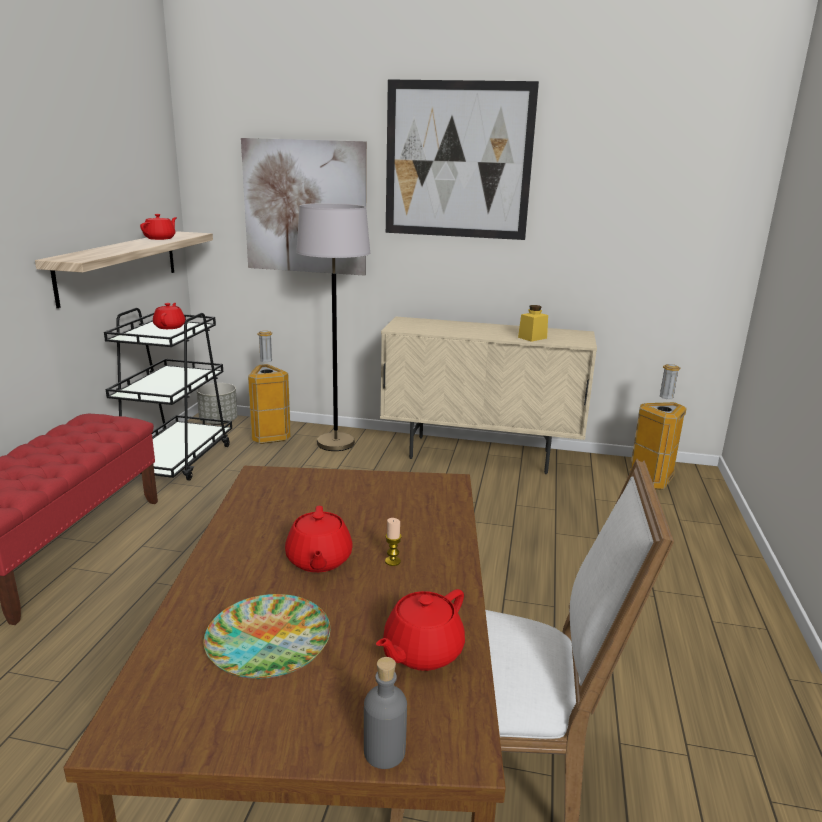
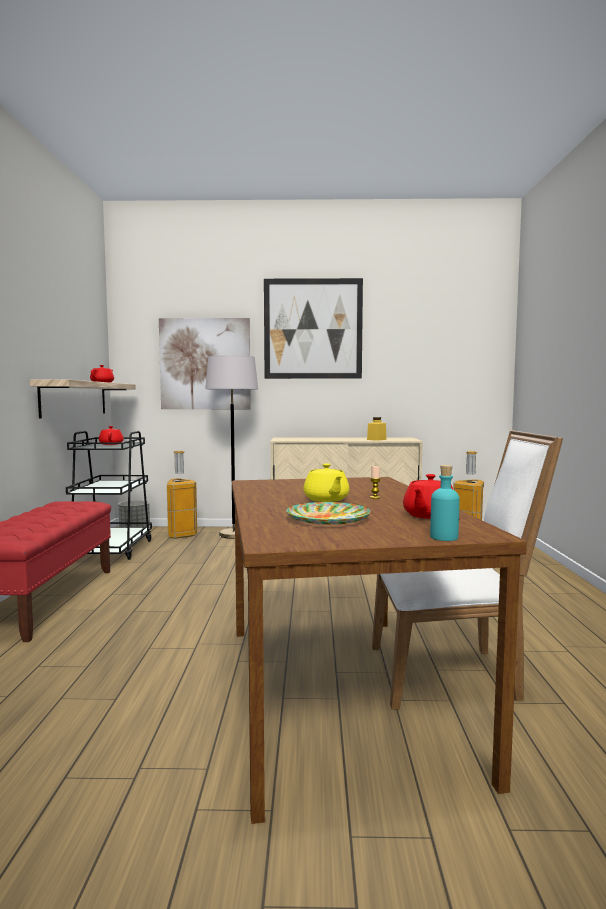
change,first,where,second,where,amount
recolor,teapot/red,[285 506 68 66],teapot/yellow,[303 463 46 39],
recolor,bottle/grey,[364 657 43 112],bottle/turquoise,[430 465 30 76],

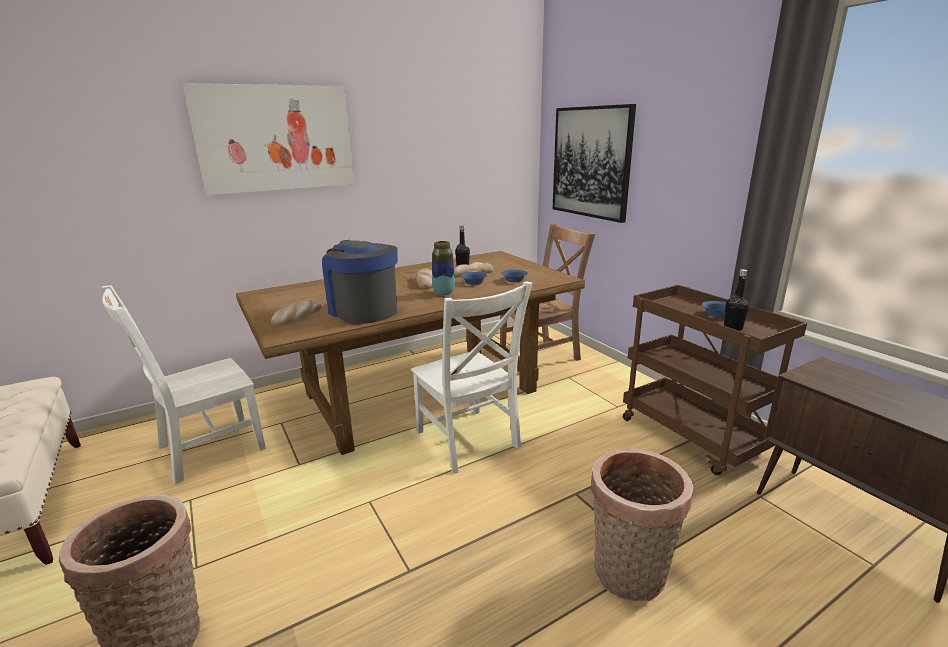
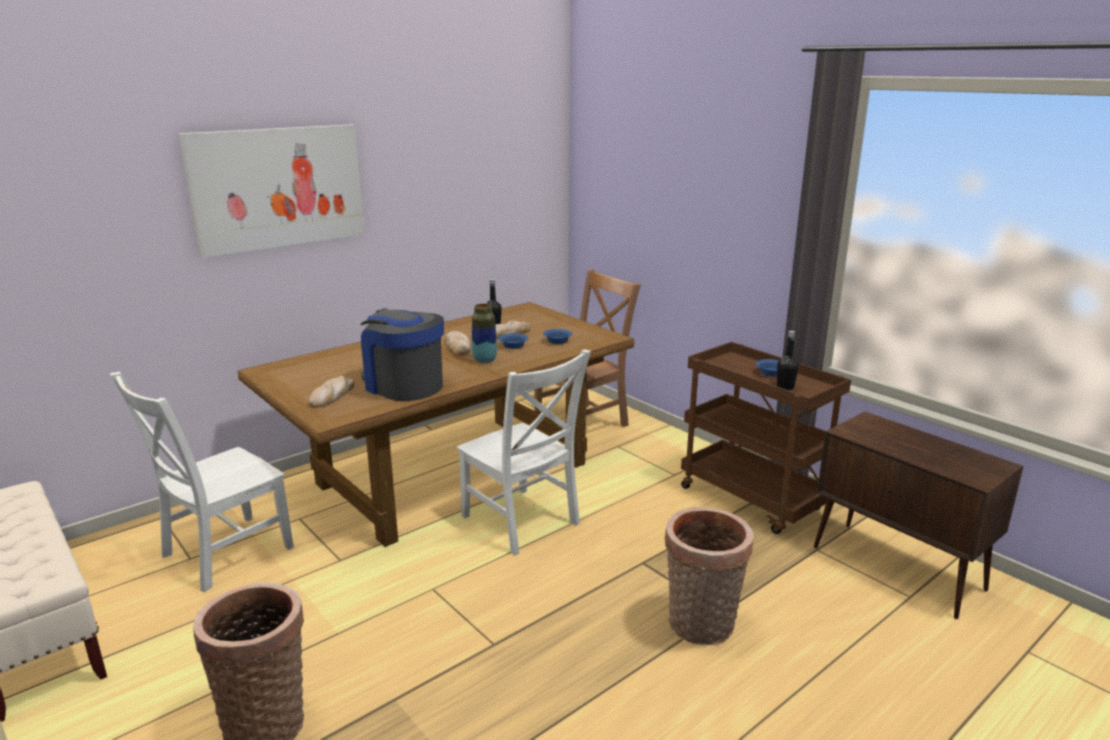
change,first,where,second,where,amount
delete,picture,[553 104 83 119],,,

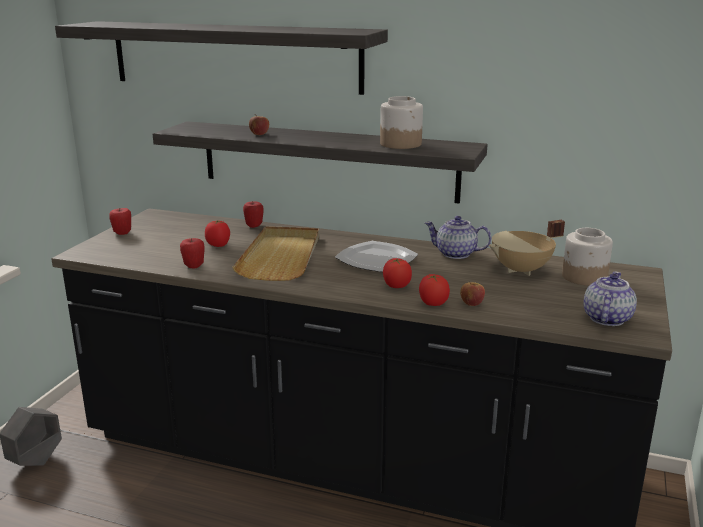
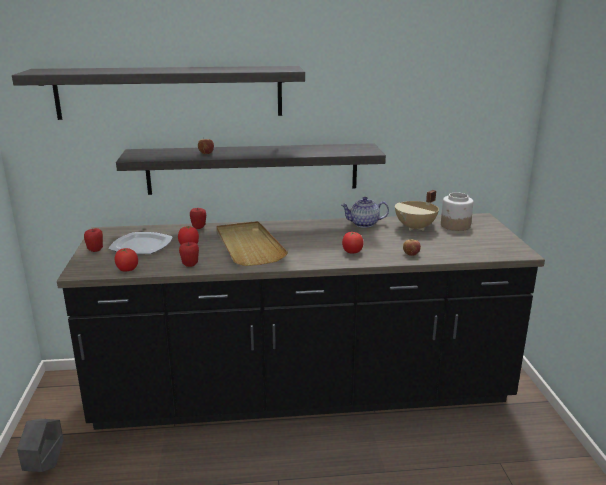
change,first,where,second,where,amount
delete,jar,[380 96 43 53],,,
move,plate,[335 241 83 31],,[108 232 65 22],
delete,teapot,[584 272 53 54],,,
move,tomato,[419 274 31 32],,[115 248 23 24],

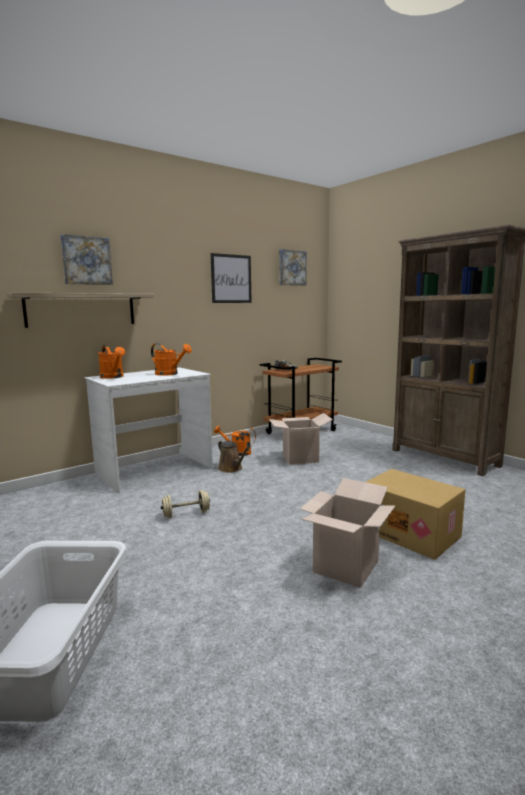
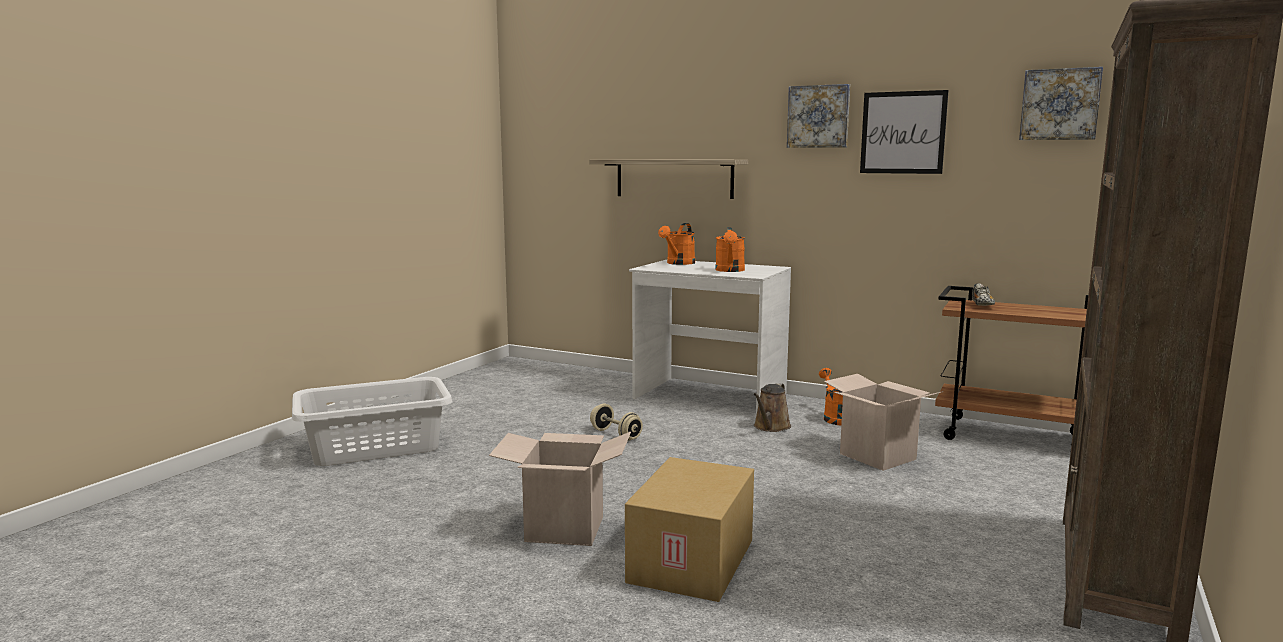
change,first,where,second,where,amount
move,picture,[60 234 53 51],,[787 84 63 64],

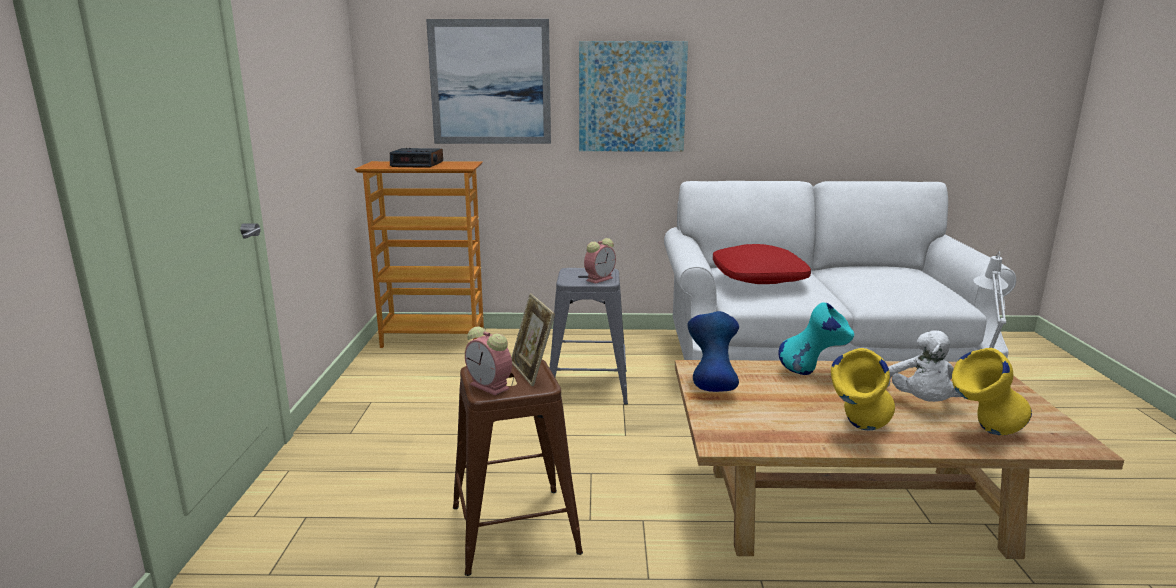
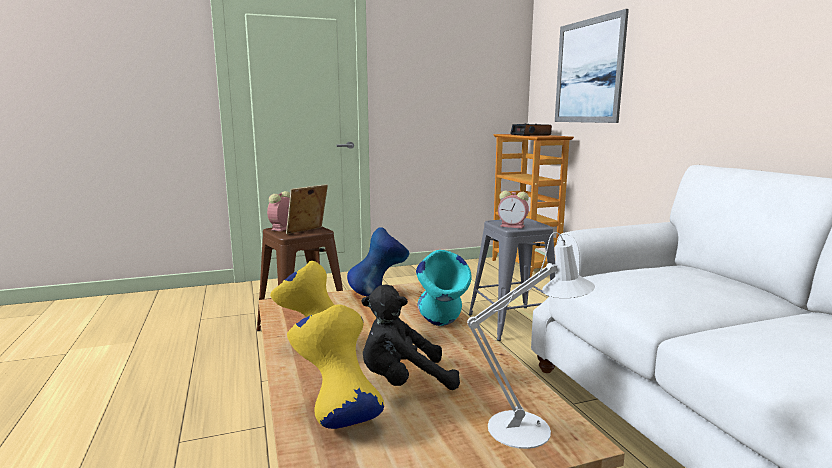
change,first,where,second,where,amount
delete,picture,[579 41 109 110],,,
delete,pillow/red,[713 244 98 40],,,
recolor,plush toy/white,[887 330 75 72],plush toy/black,[361 285 99 105],

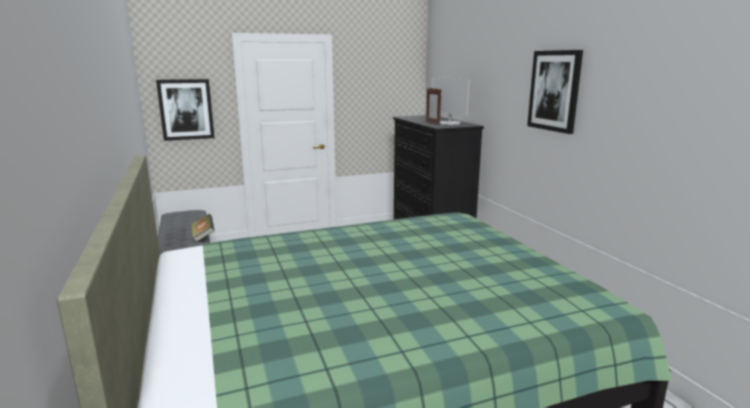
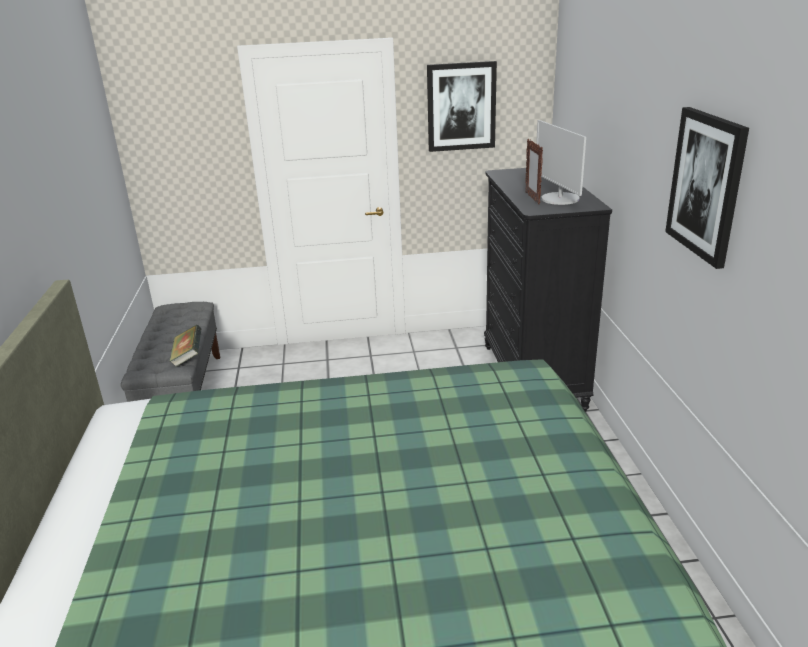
change,first,where,second,where,amount
move,picture,[156 79 58 62],,[427 61 70 91],

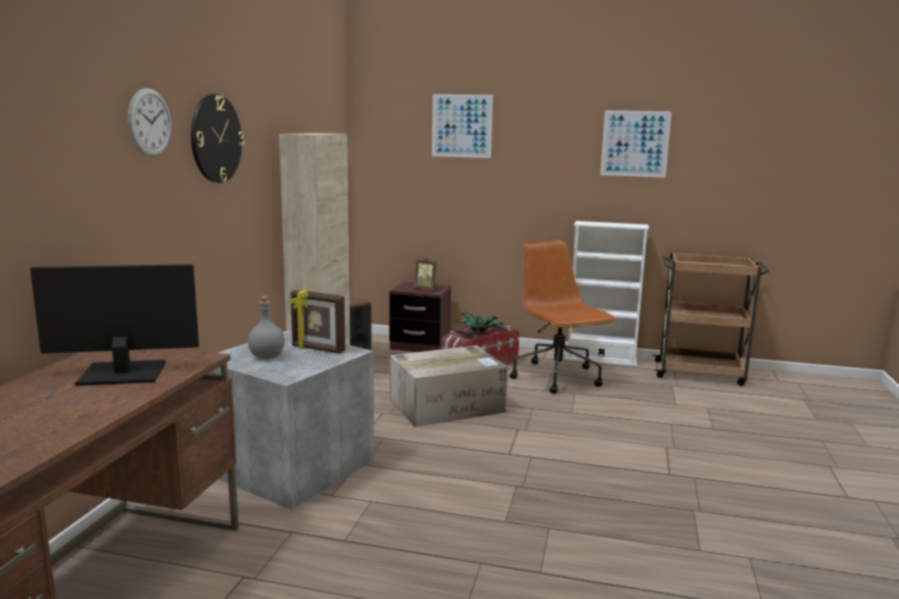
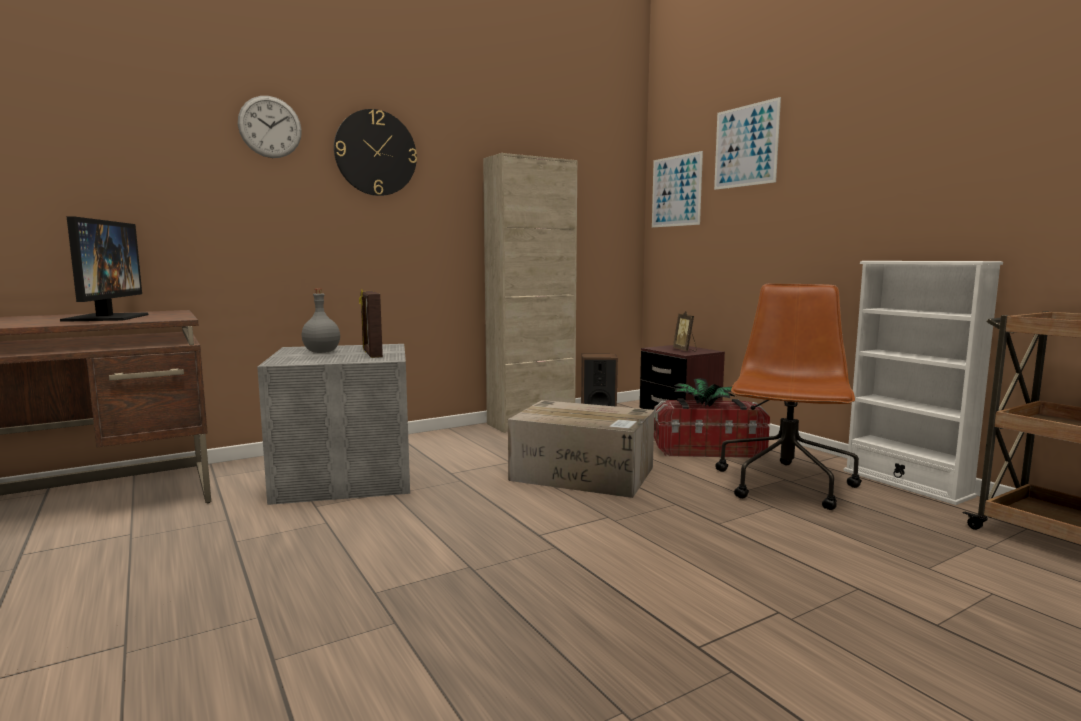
change,first,where,second,where,amount
move,picture,[600 110 72 67],,[652 151 51 77],
rotate,monitor,[30 264 169 122],,[60 216 88 106],45 degrees clockwise

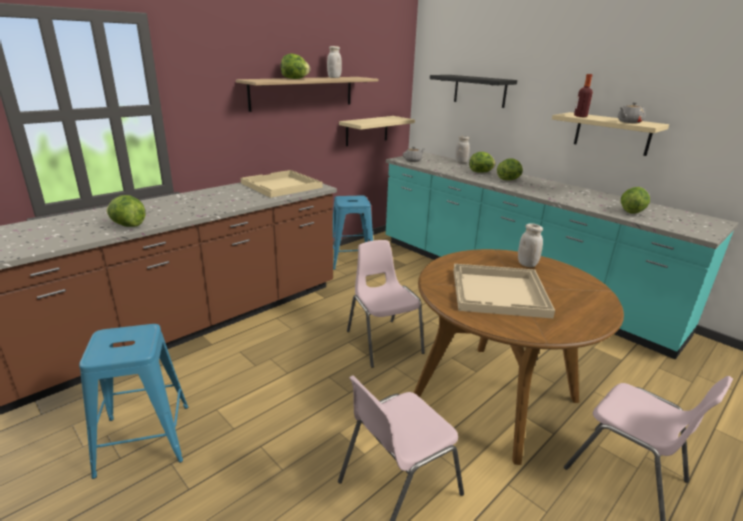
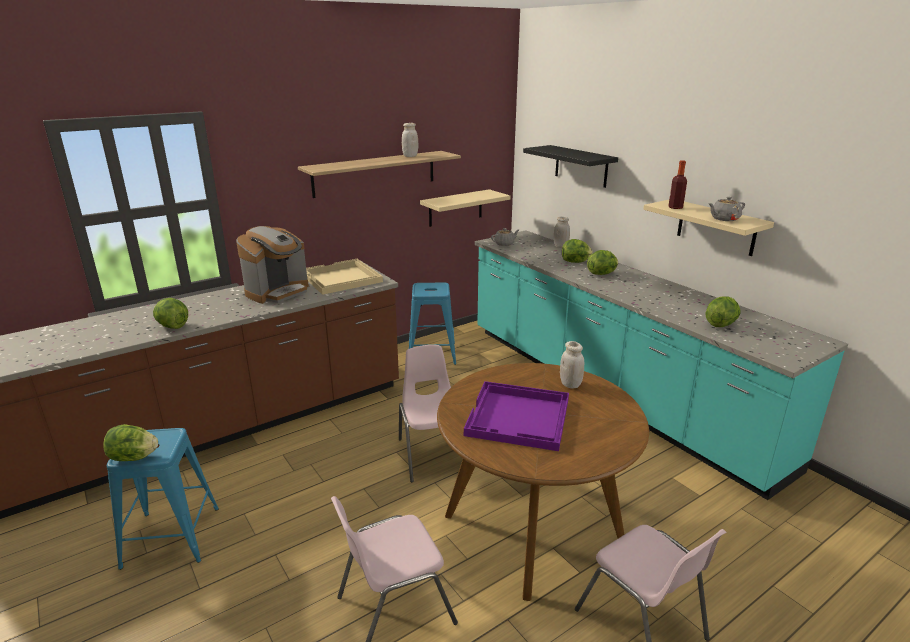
change,first,where,second,where,amount
move,lettuce,[281 54 29 25],,[104 424 54 37],
recolor,tray/beige,[454 264 101 54],tray/purple,[464 381 105 70],
insert,,,coffee machine,[236 226 73 78],

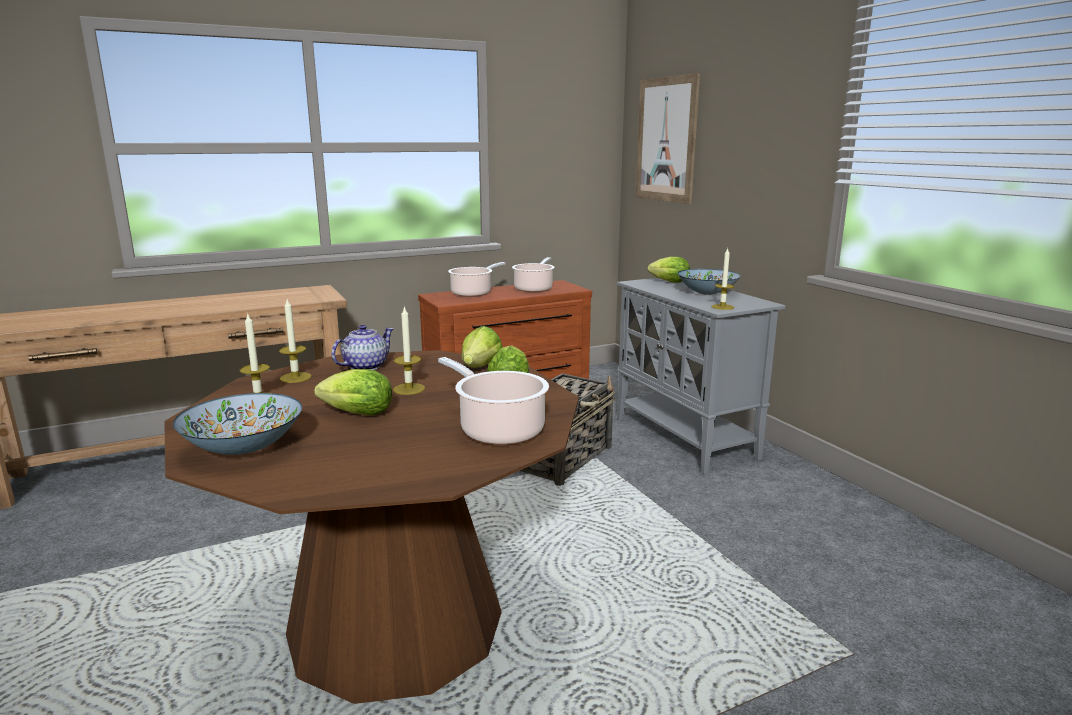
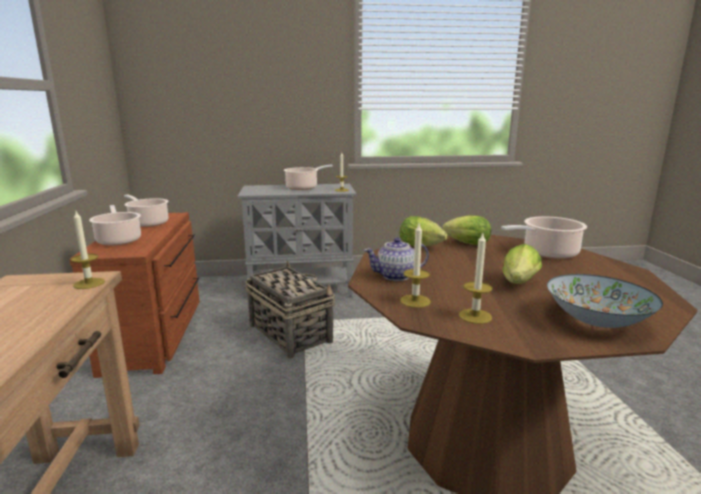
change,first,where,second,where,amount
delete,picture,[636 73 64 131],,,
delete,lettuce,[648 256 42 27],,,
replace,bowl,[678 269 63 26],cooking pot,[284 165 49 25],
move,candle,[393 306 32 89],,[71 211 34 78],
rotate,teapot,[331 325 63 45],,[364 238 65 43],75 degrees counterclockwise

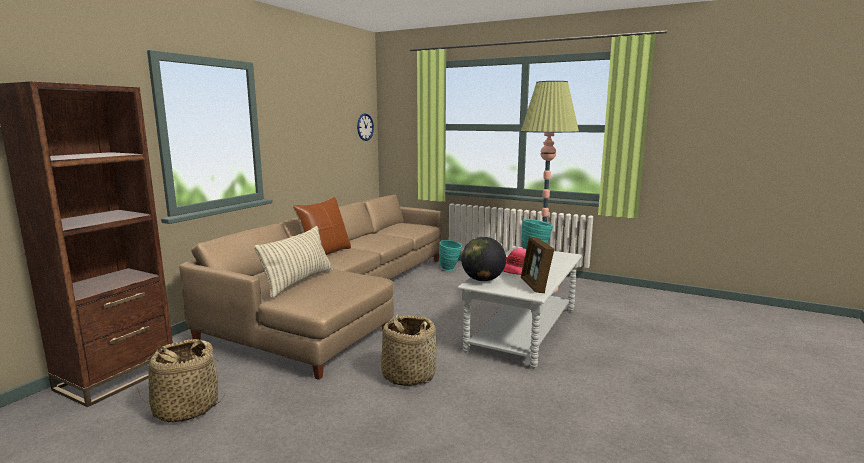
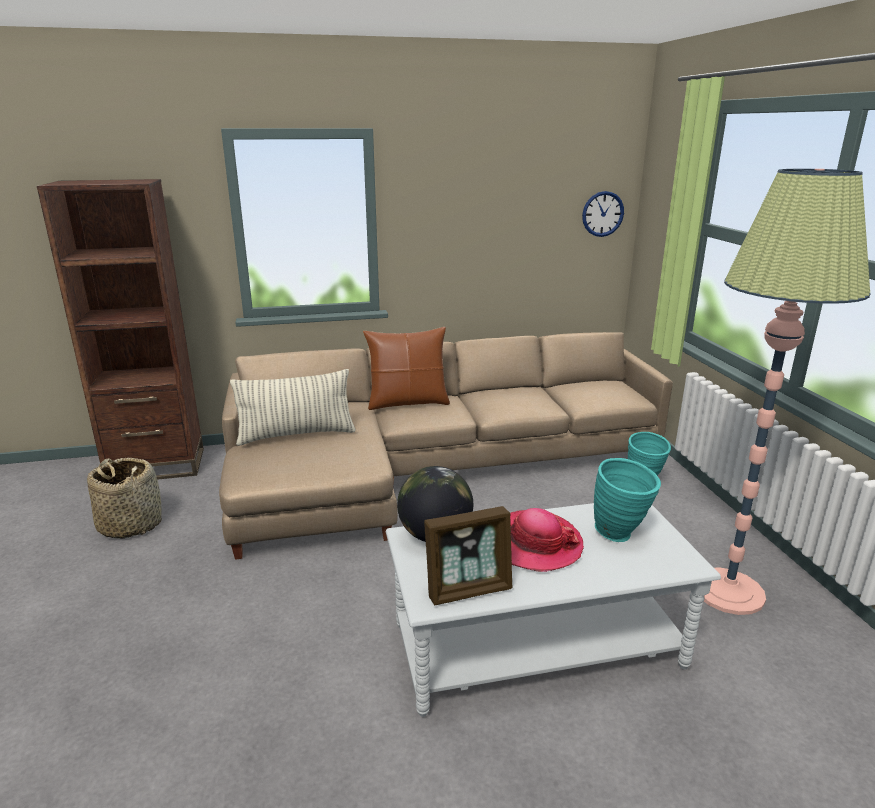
change,first,where,second,where,amount
rotate,picture frame,[521 237 33 56],,[424 506 89 99],150 degrees counterclockwise
delete,basket,[381 315 56 72],,,

